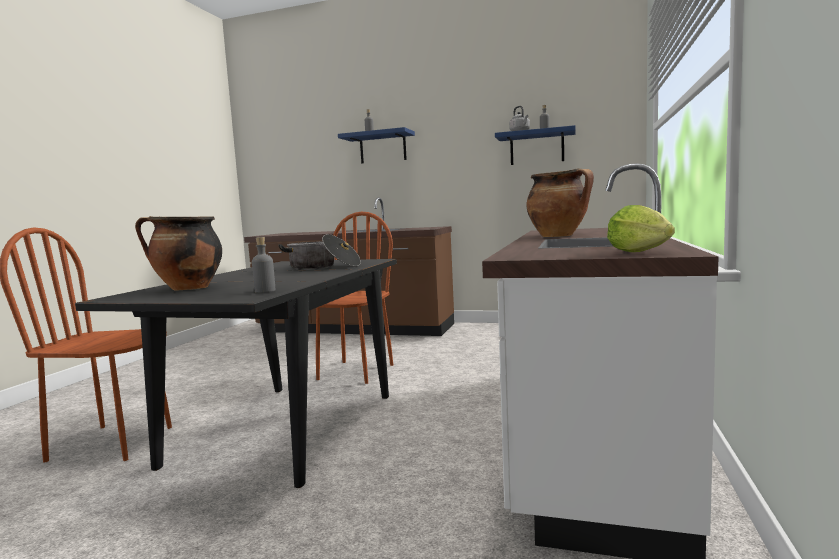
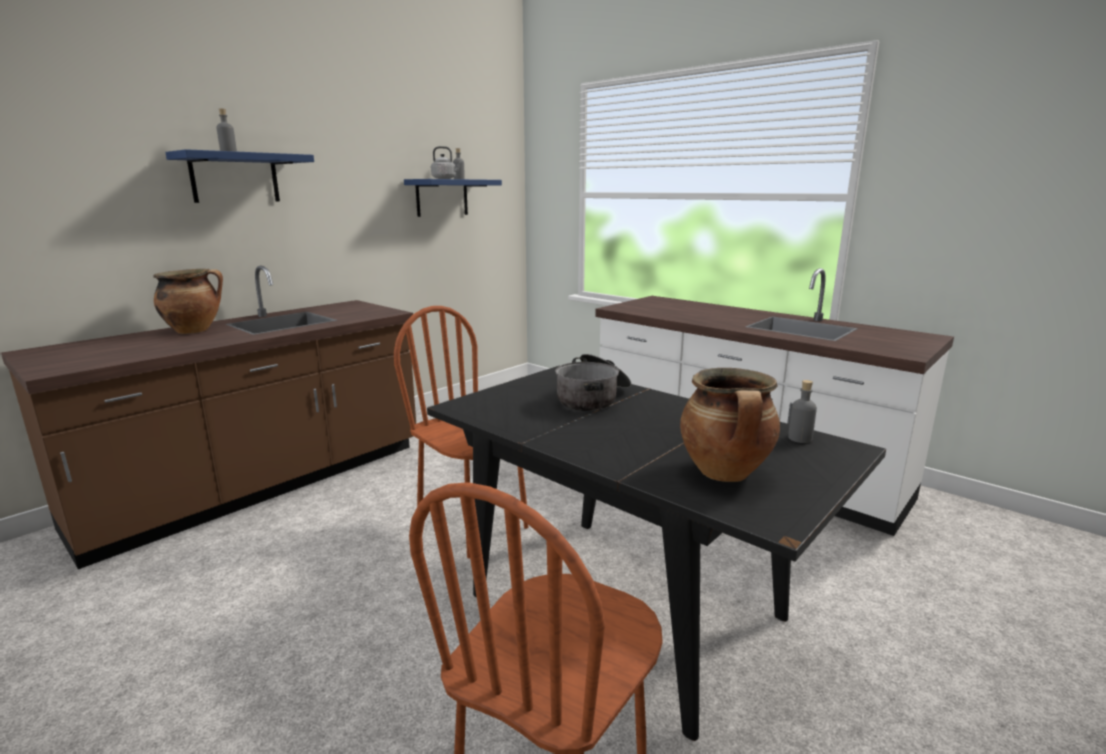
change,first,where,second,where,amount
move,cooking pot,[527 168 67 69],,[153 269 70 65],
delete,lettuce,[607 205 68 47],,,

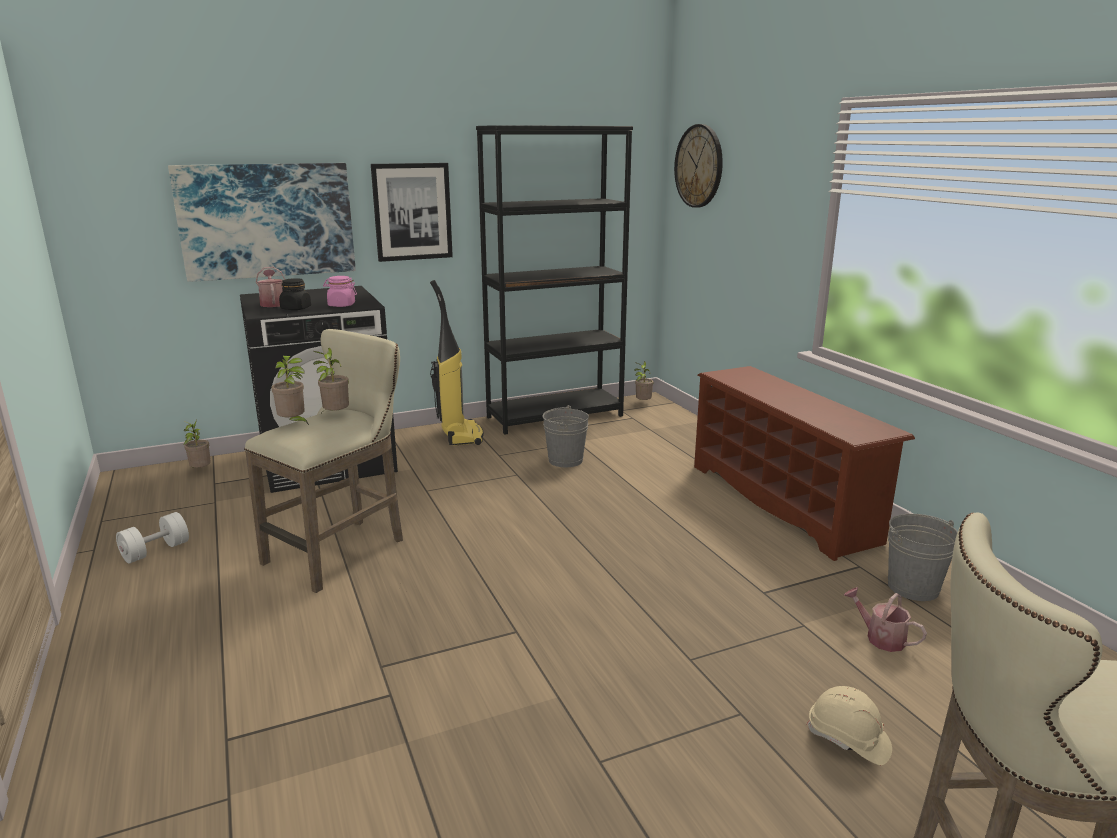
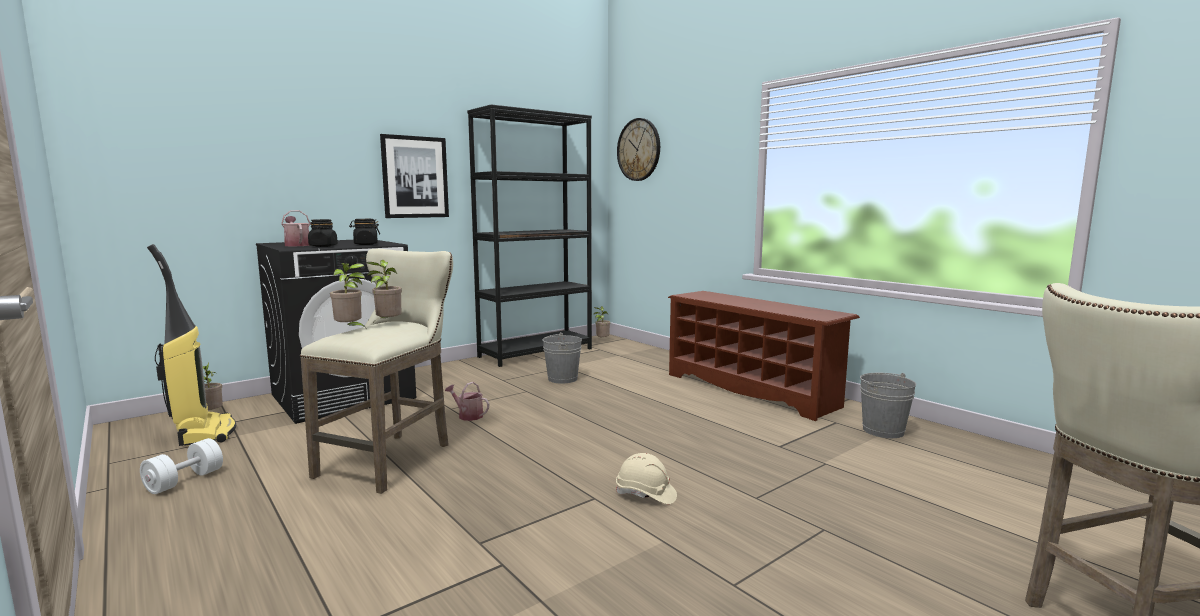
change,first,where,second,where,amount
delete,picture,[168 163 188 119],,,
recolor,jar/pink,[323 276 34 31],jar/black,[349 219 31 26],
move,vacuum cleaner,[430 280 54 165],,[147 244 89 202],
move,watering can,[844 587 83 65],,[445 382 44 39],
move,hard hat/beige,[807 686 85 79],,[616 453 61 52],

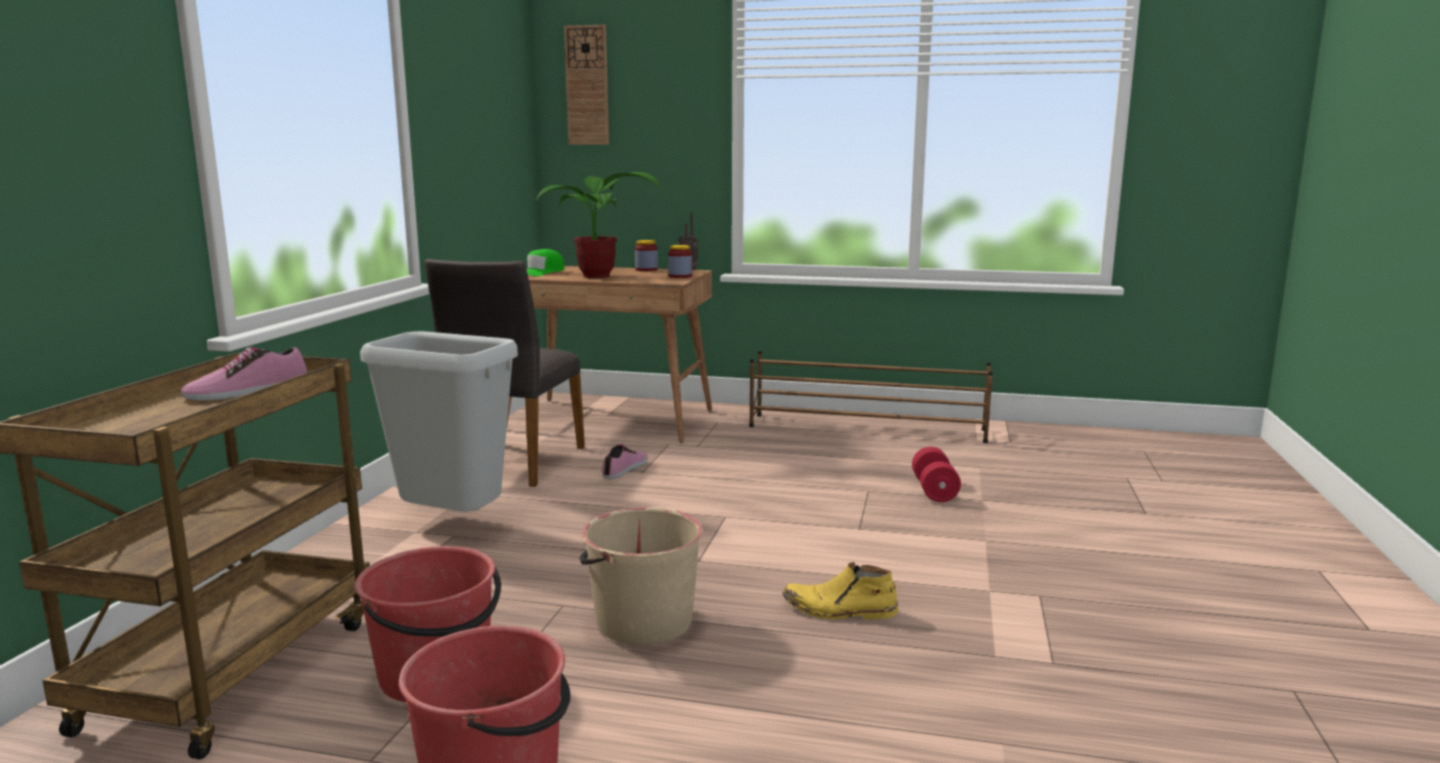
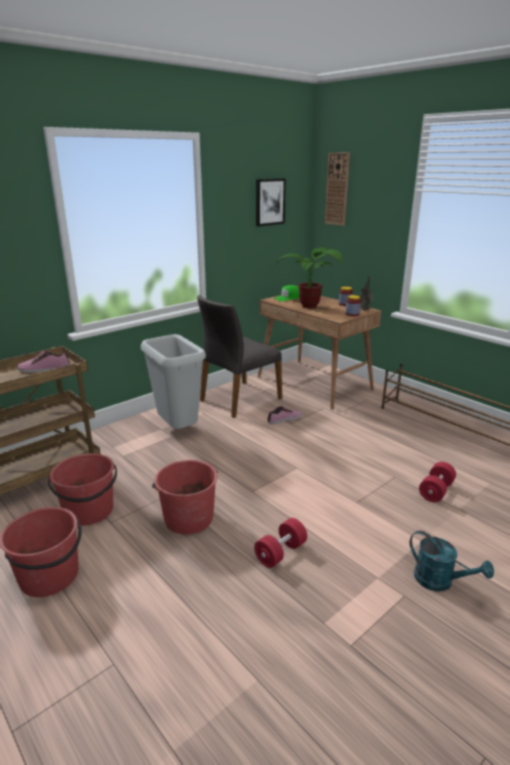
change,first,where,second,where,amount
recolor,bucket/beige,[579 507 124 138],bucket/red,[152 460 66 74],
replace,boot/yellow,[783 562 116 57],dumbbell/red,[254 518 53 50],
insert,,,picture,[256 178 30 48],
insert,,,watering can/turquoise,[410 531 84 60],

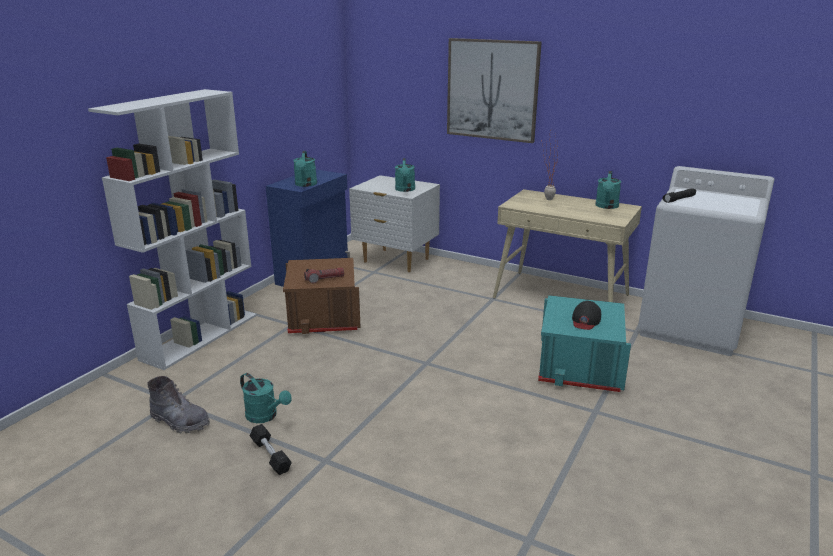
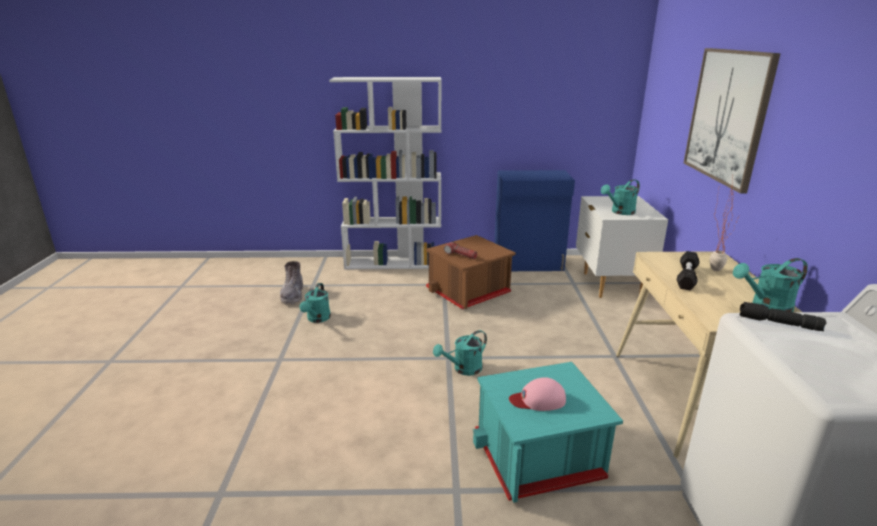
change,first,where,second,where,amount
move,watering can/turquoise,[293 151 24 36],,[433 330 54 46],
recolor,cap/black,[572 301 29 29],cap/pink,[509 377 57 34],
move,dumbbell/black,[250 424 42 51],,[677 251 22 39],

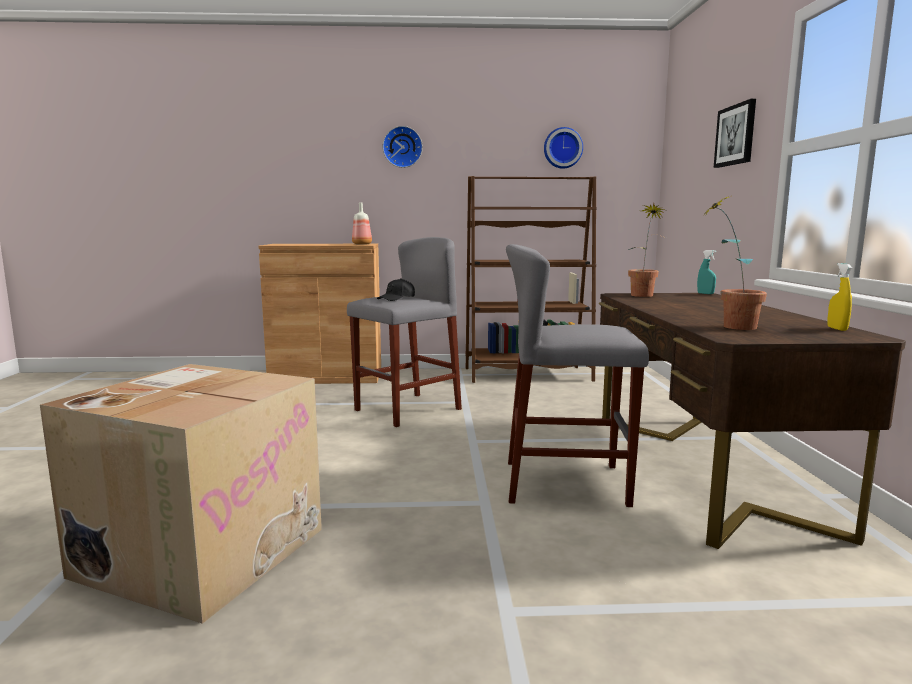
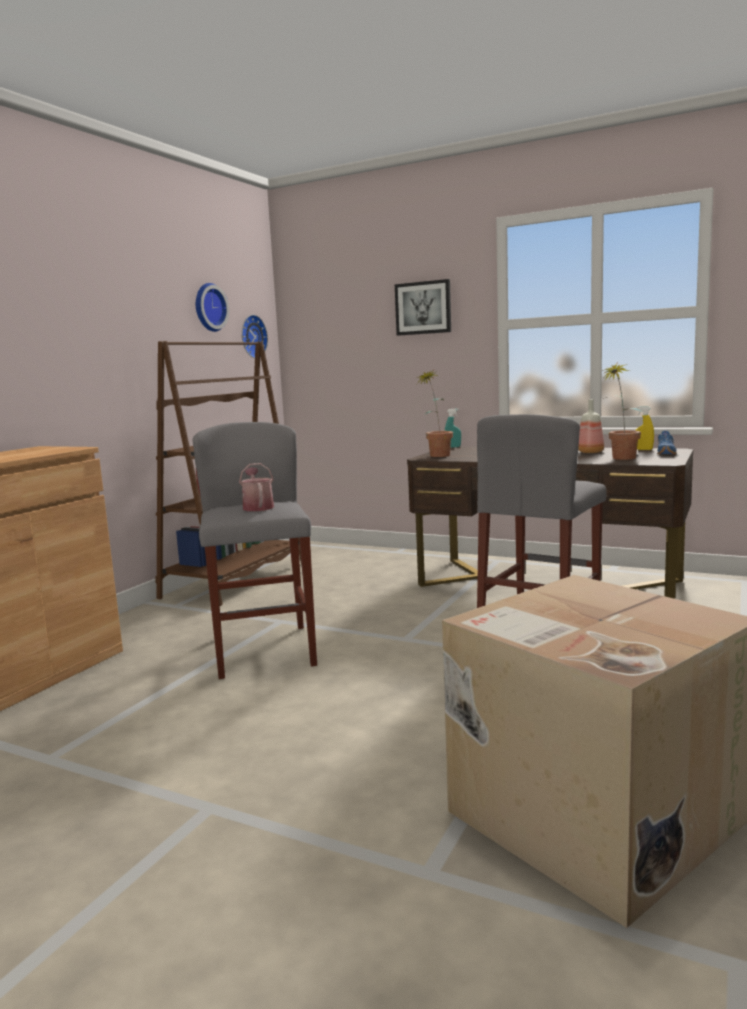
change,first,where,second,where,amount
move,wall clock,[383 126 40 42],,[242 315 26 44],
move,bottle,[352 203 20 42],,[578 399 26 54],
replace,cap/black,[377 278 38 23],watering can,[239 463 35 48],
insert,,,shoe/blue,[657 430 20 24],

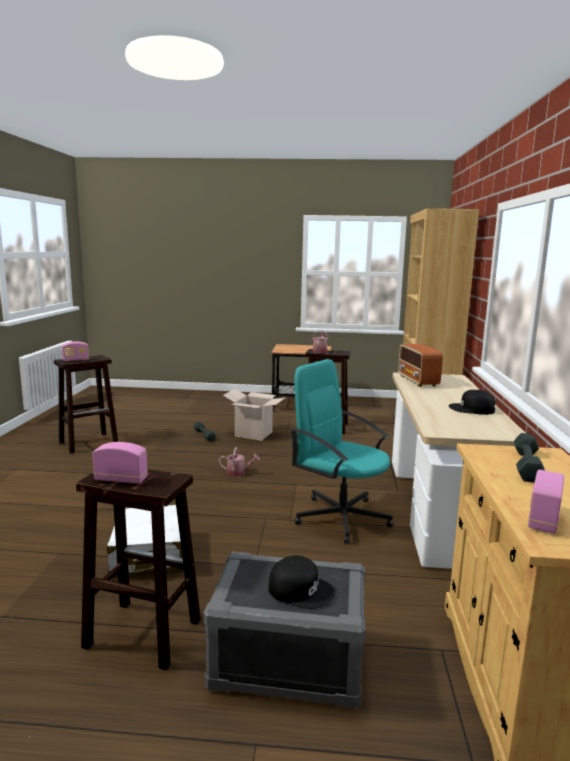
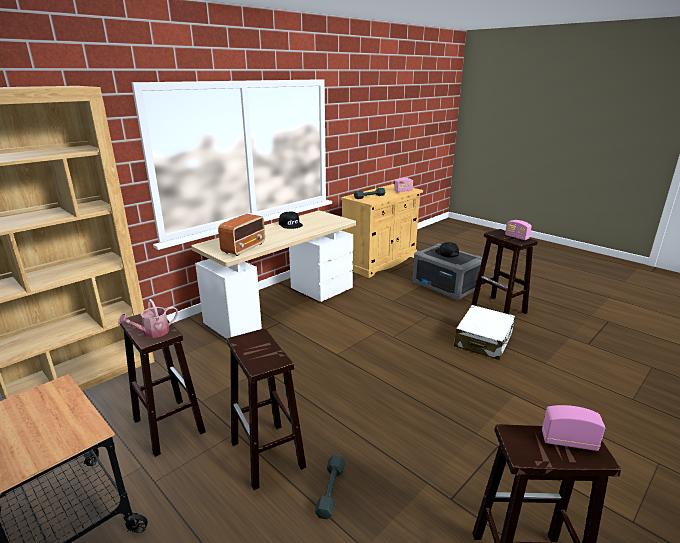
change,first,where,second,where,amount
delete,office chair/turquoise,[290 359 103 185],,,
replace,cardboard box,[223 389 62 52],stool/brown,[227 328 79 162],
delete,watering can,[219 447 41 29],,,

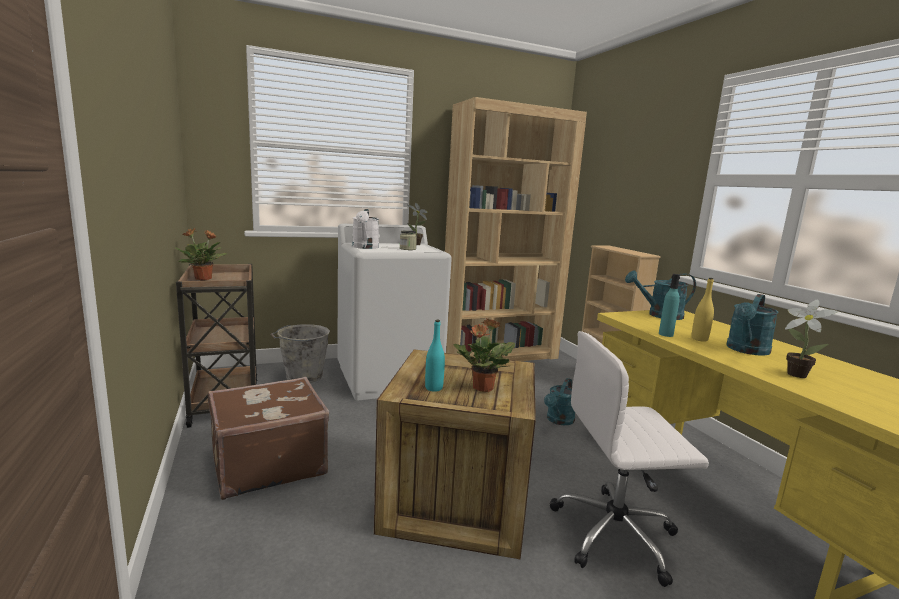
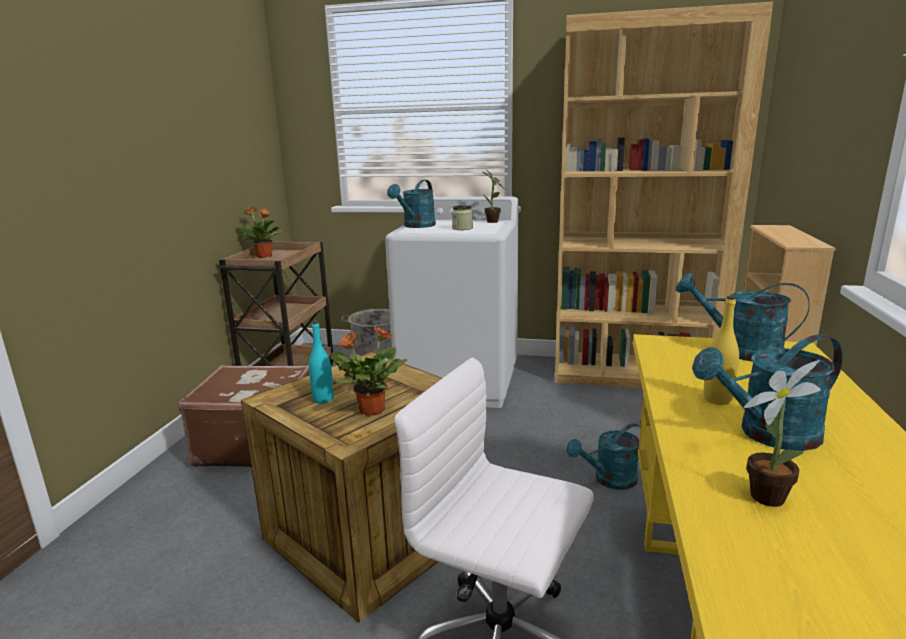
change,first,where,second,where,amount
recolor,watering can/white,[352 209 27 40],watering can/turquoise,[387 180 49 48],
delete,bottle/turquoise,[659 274 21 63],,,

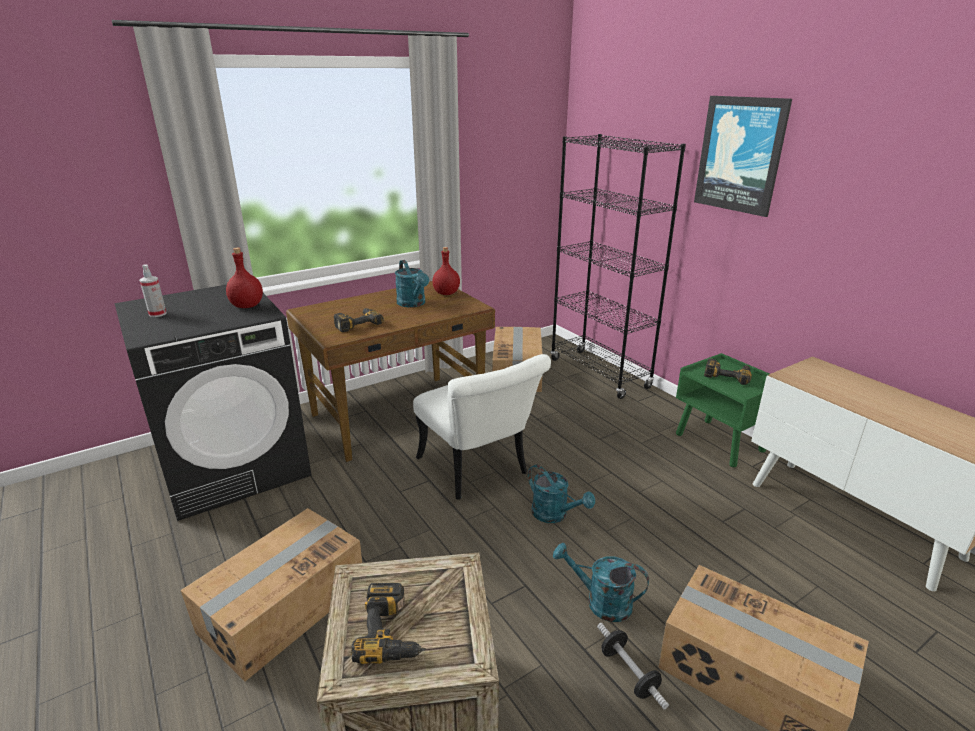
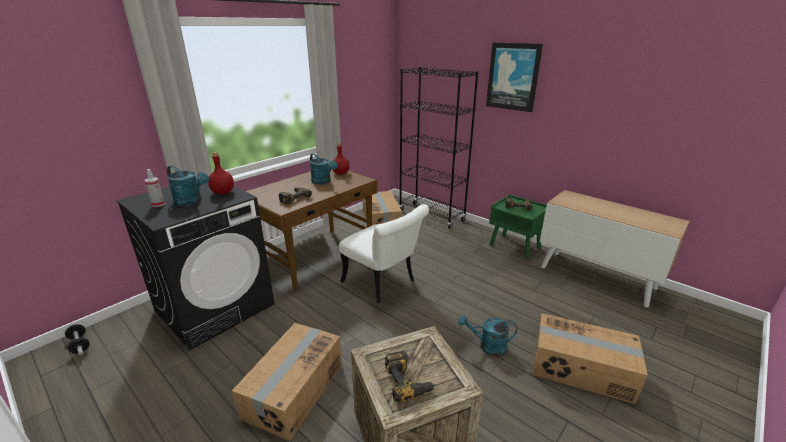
change,first,where,second,where,amount
move,watering can/turquoise,[528 465 67 58],,[167 165 42 41],
move,dumbbell,[597 623 72 87],,[65 324 24 31],

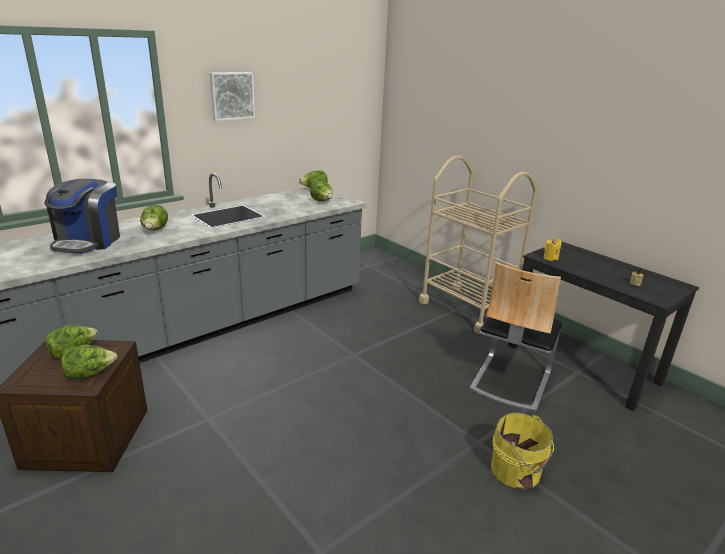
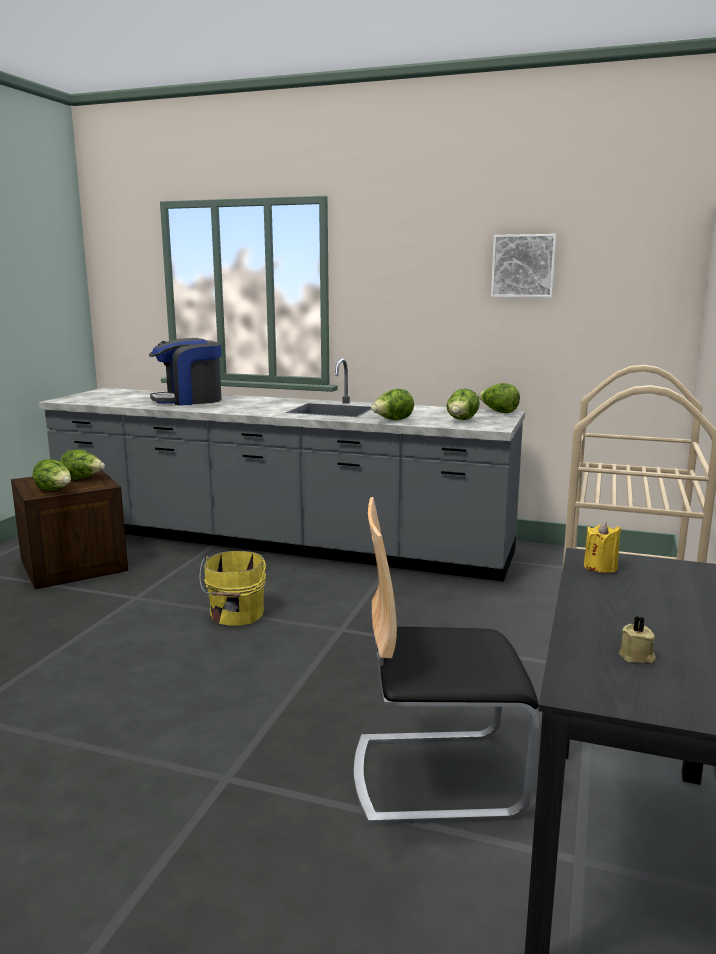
change,first,where,second,where,amount
move,picture,[210 72 45 49],,[491 234 66 64],
move,lettuce,[140 204 28 27],,[371 389 43 31],
move,bucket/yellow,[491 412 63 78],,[199 551 67 75],

